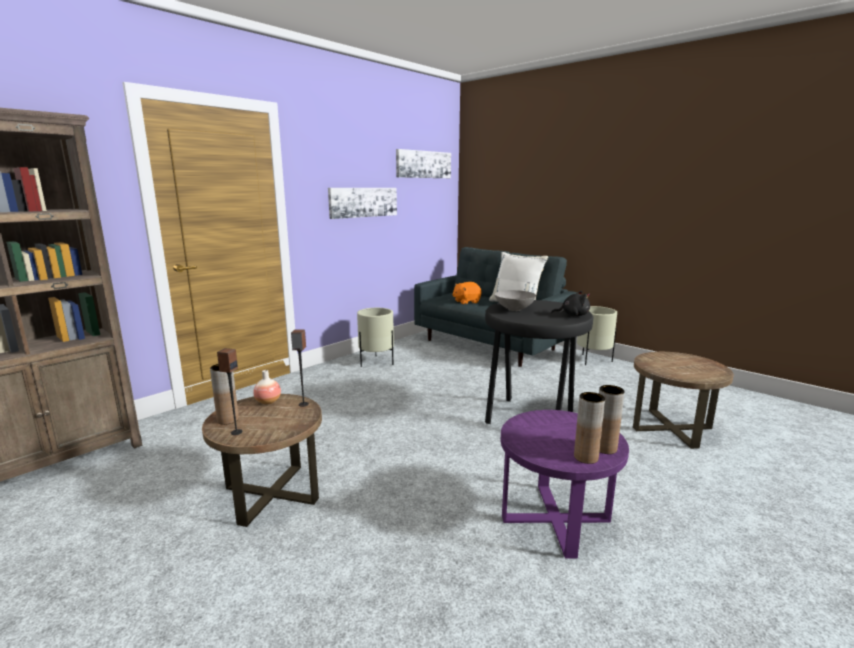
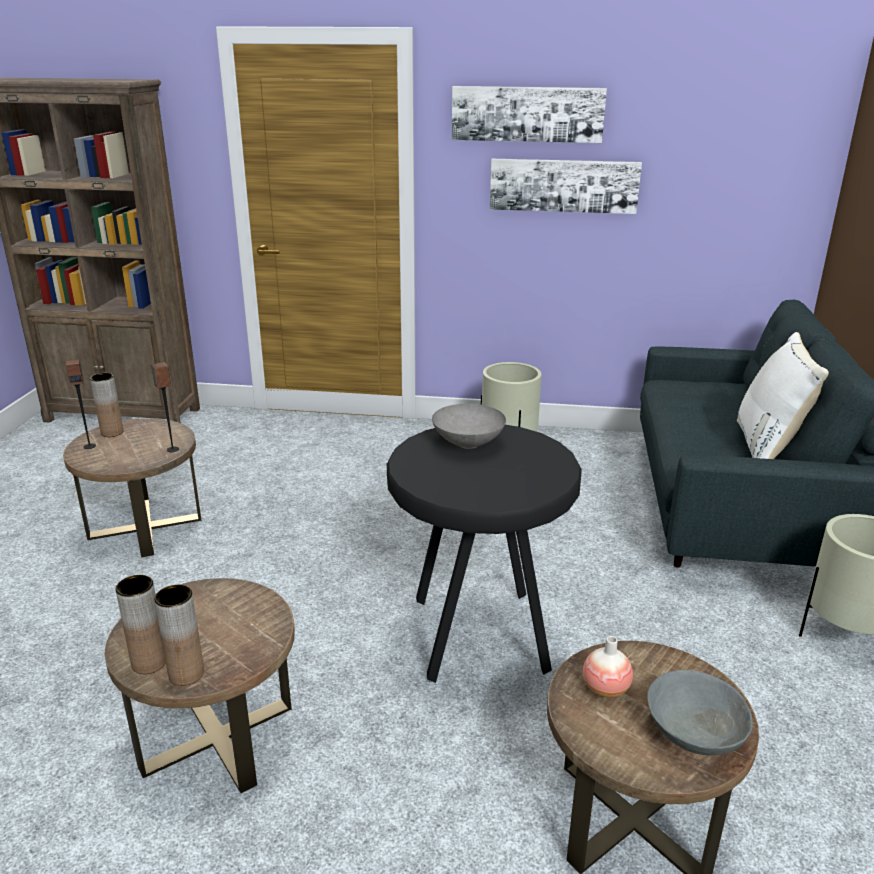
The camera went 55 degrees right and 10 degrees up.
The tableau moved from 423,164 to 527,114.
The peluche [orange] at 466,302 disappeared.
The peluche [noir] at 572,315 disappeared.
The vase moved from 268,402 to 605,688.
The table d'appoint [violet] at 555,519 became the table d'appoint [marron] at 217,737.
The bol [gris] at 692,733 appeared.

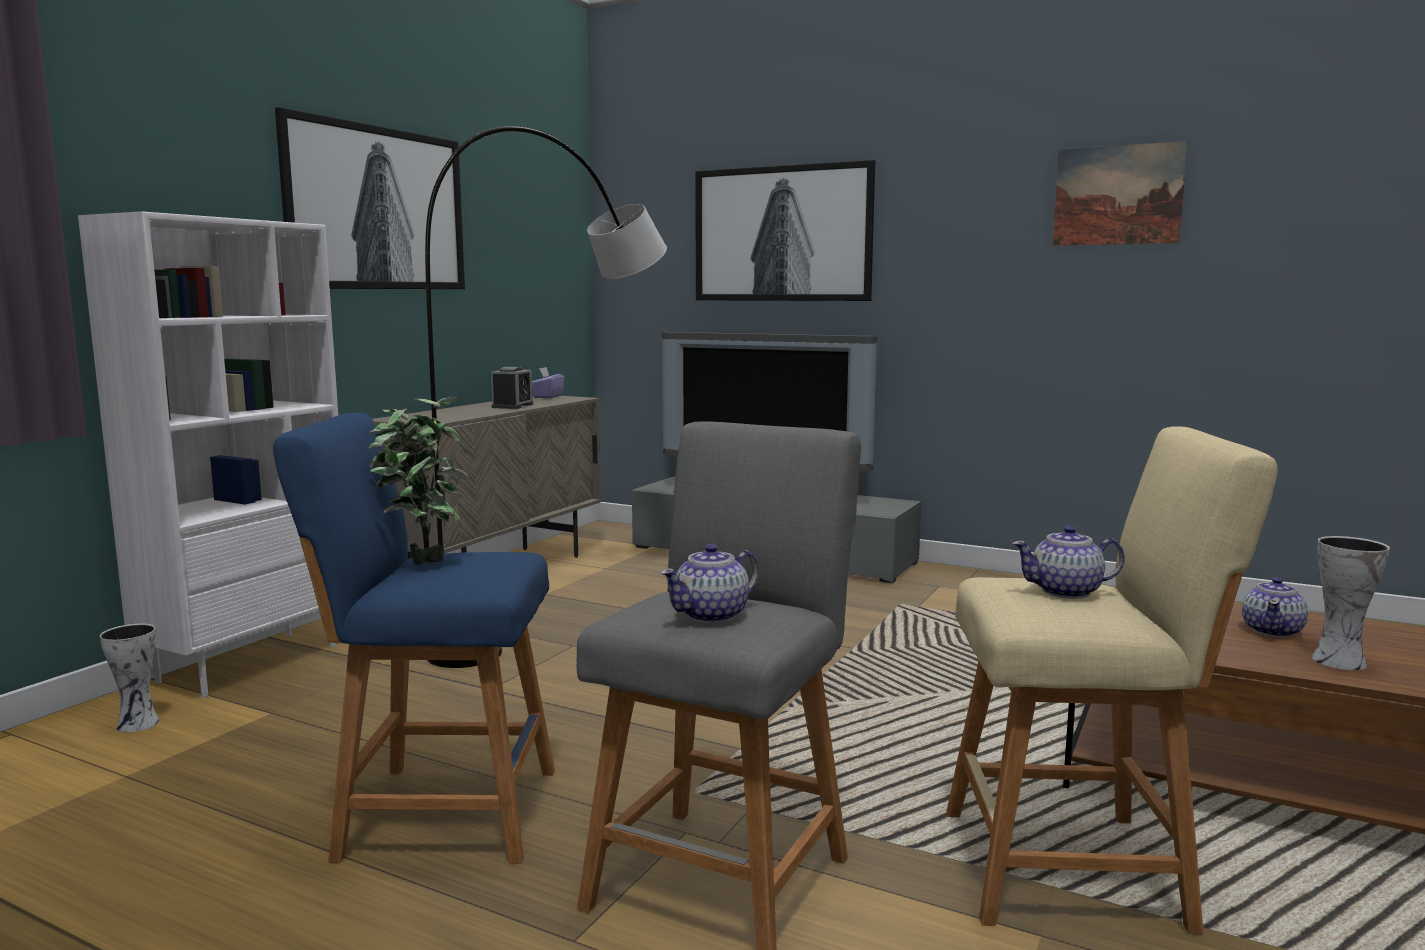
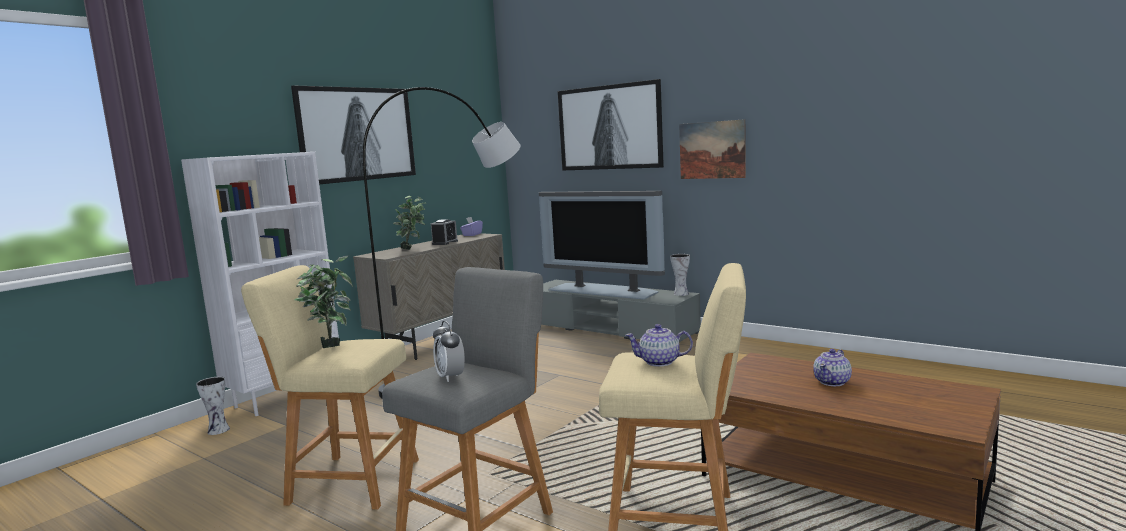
The camera went 10 degrees right and 0 degrees up.
The tableau moved from 1118,195 to 712,150.
The tabouret [bleu] at 438,812 became the tabouret [beige] at 348,481.
The vase moved from 1336,660 to 680,293.
The théière at 712,615 was replaced by the réveil at 450,377.
The plante en pot at 413,249 appeared.

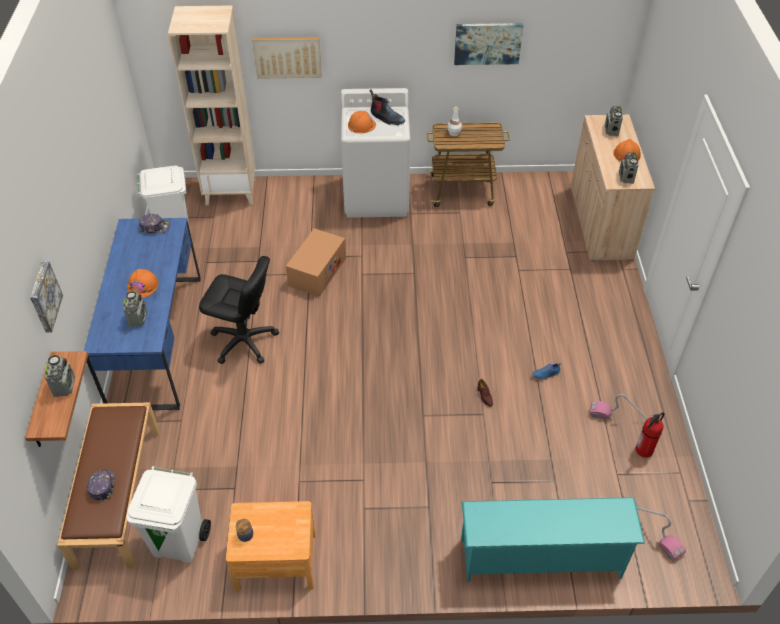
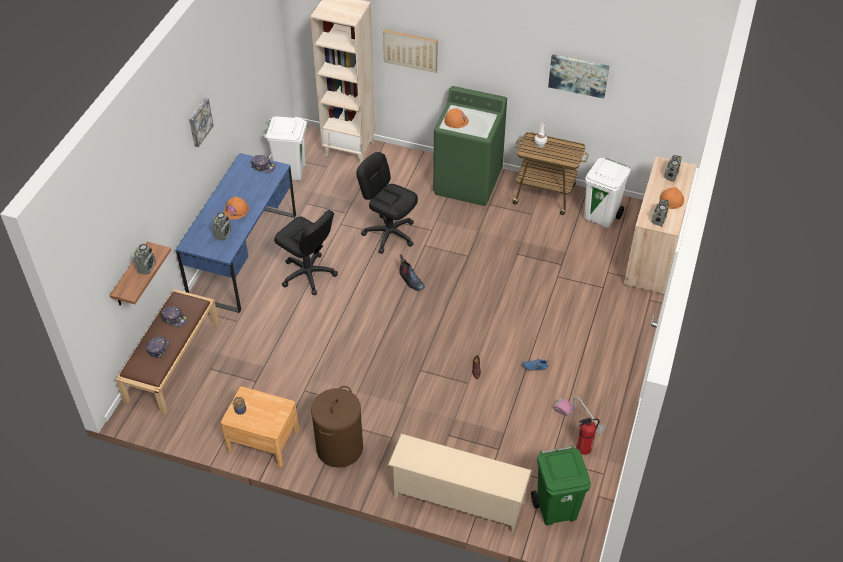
The camera went 20 degrees right and 0 degrees up.
The lave-linge [blanc] at 376,196 became the lave-linge [vert] at 468,182.
The botte moved from 386,118 to 410,280.
The carton at 317,271 was replaced by the chaise de bureau [noir] at 389,234.
The tableau moved from 44,296 to 199,122.
The poubelle [blanc] moved from 179,542 to 601,217.
The étagère à chaussures [turquoise] at 540,560 became the étagère à chaussures [beige] at 457,501.
The aspirateur at 654,531 was replaced by the poubelle [vert] at 557,509.
The casquette at 174,319 appeared.
The panier à linge [marron] at 339,447 appeared.

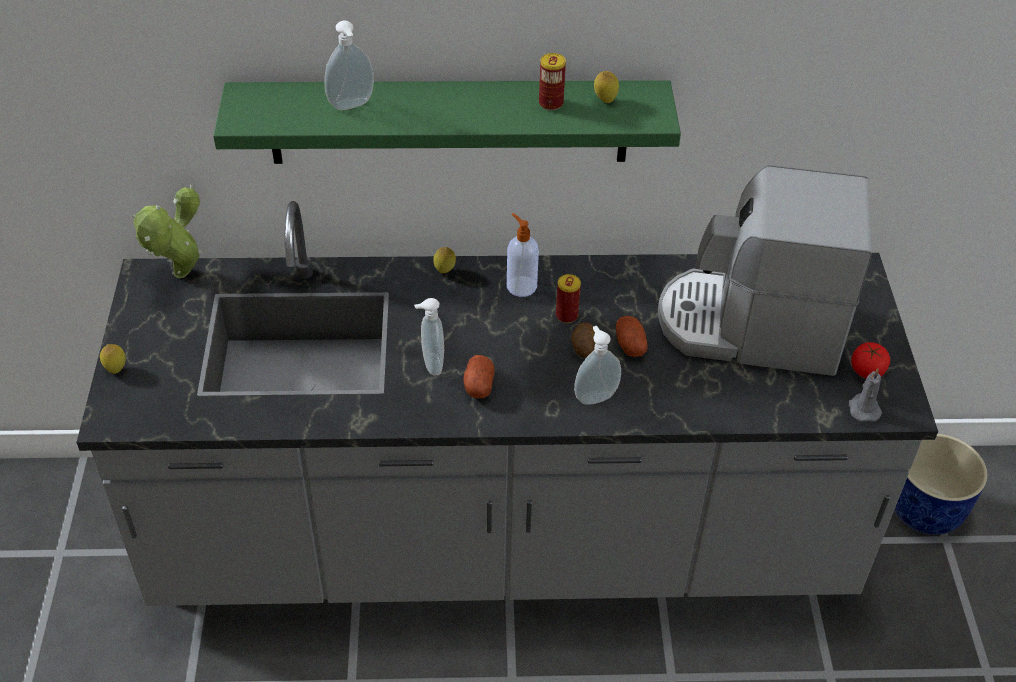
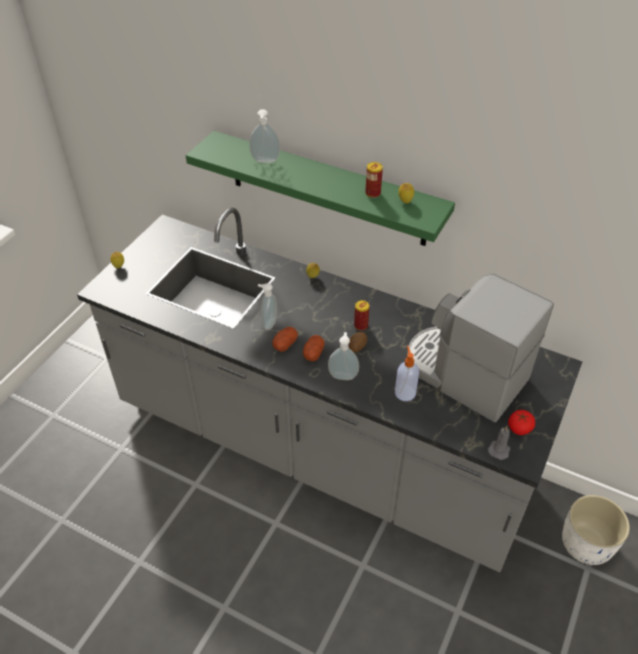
The camera went 30 degrees right and 0 degrees up.
The plante en pot at 179,277 disappeared.
The distributeur de savon moved from 520,285 to 405,392.
The pomme de terre moved from 630,344 to 313,353.
The cache-pot [bleu] at 925,508 became the cache-pot [blanc] at 586,543.

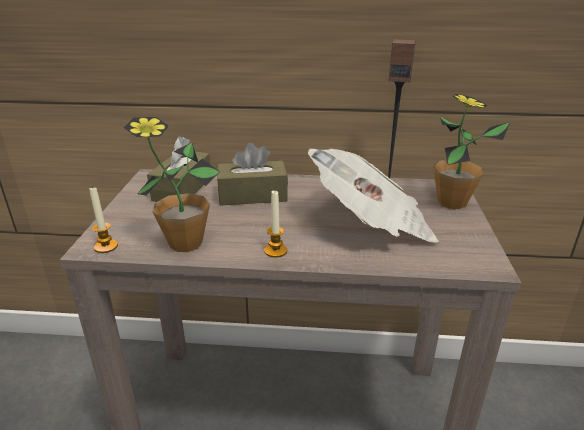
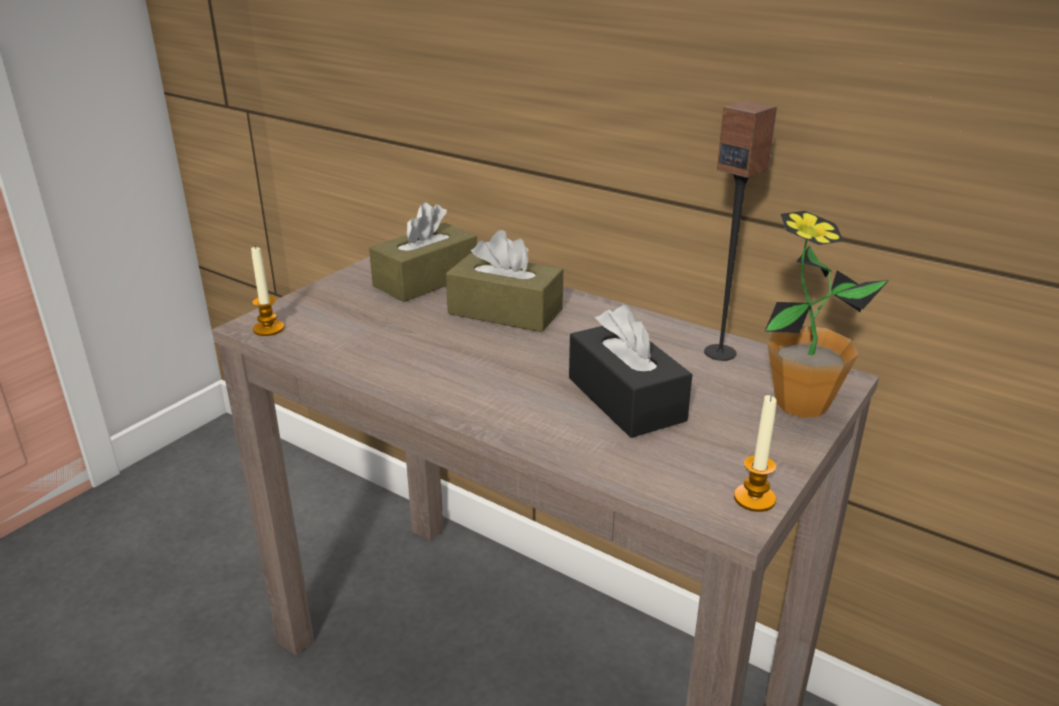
The camera went 30 degrees right and 0 degrees up.
The plante en pot at 185,243 disappeared.
The journal at 372,224 was replaced by the boîte à mouchoirs [noir] at 625,399.
The bougie moved from 275,251 to 754,498.

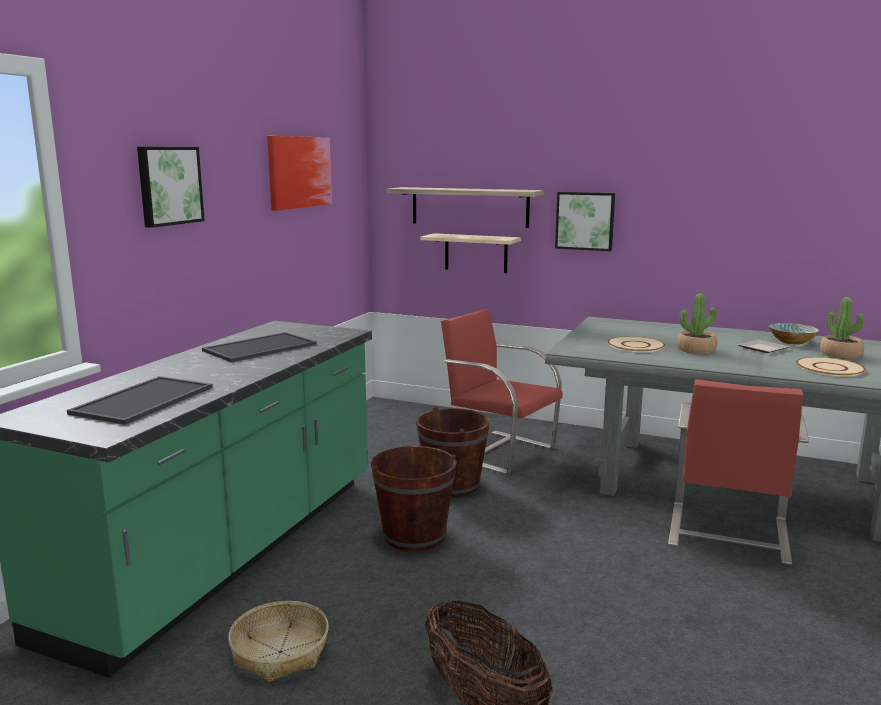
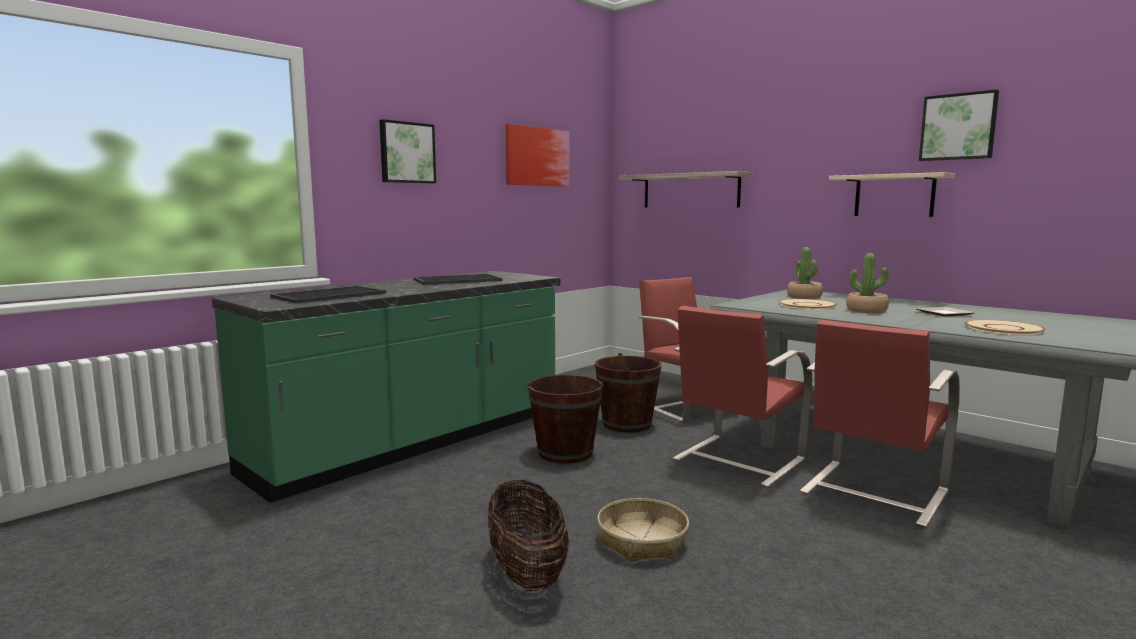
The camera went 20 degrees right and 5 degrees down.
The tableau moved from 585,221 to 958,127.
The étagère [beige] moved from 476,253 to 894,195.
The plante en pot moved from 840,355 to 804,297.
The bol at 792,342 disappeared.
The panier moved from 280,652 to 642,541.
The chaise [rouge] at 736,460 appeared.

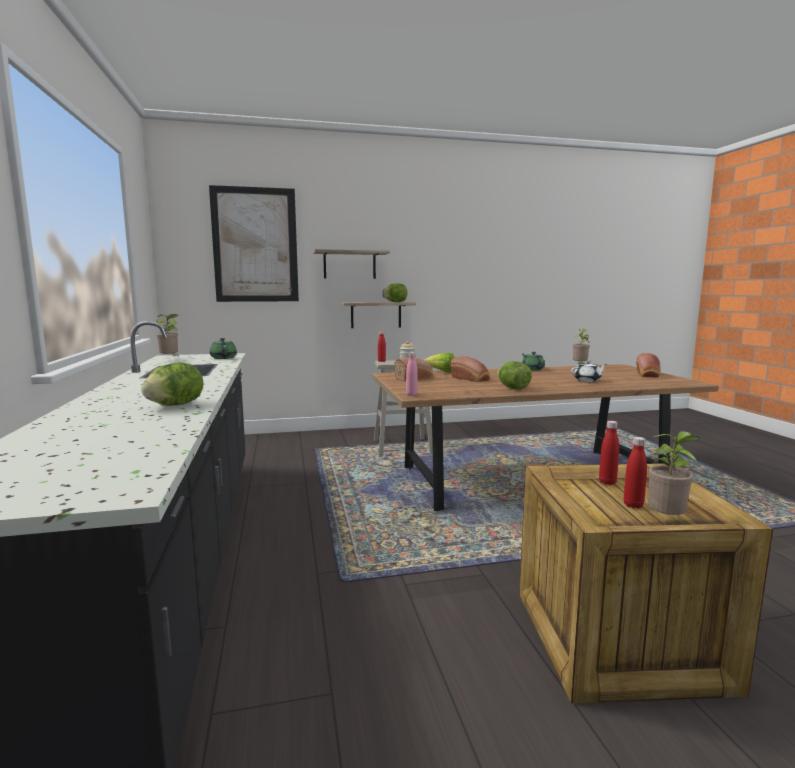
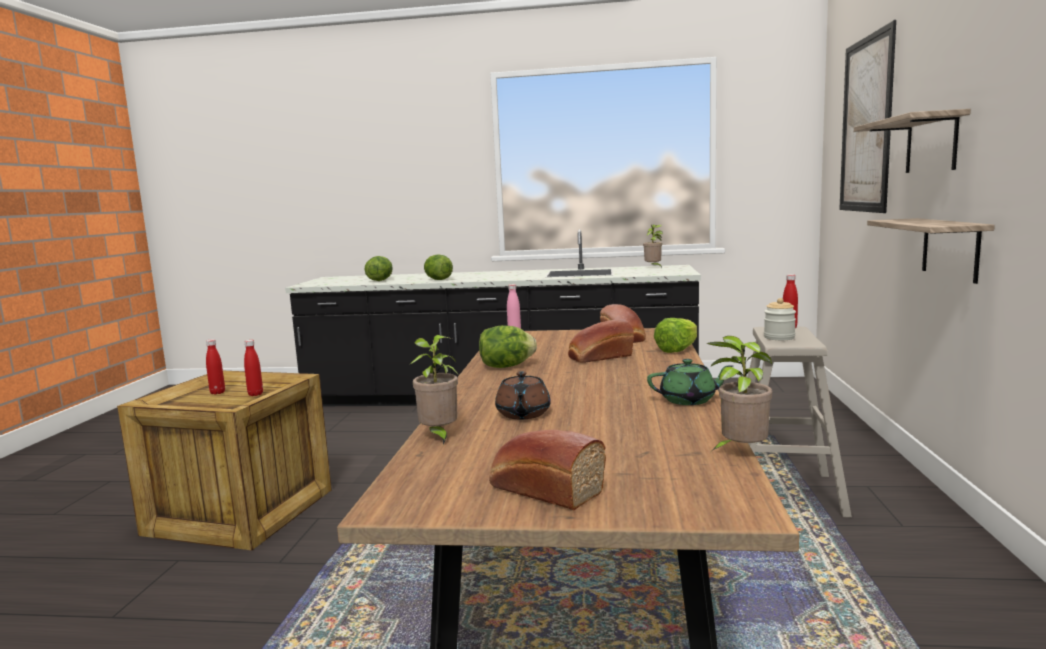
The camera went 110 degrees right and 0 degrees up.
The laitue moved from 395,302 to 380,280.
The théière [vert] at 223,358 disappeared.
The théière [blanc] at 588,380 became the théière [marron] at 523,414.
The plante en pot moved from 667,520 to 439,436.

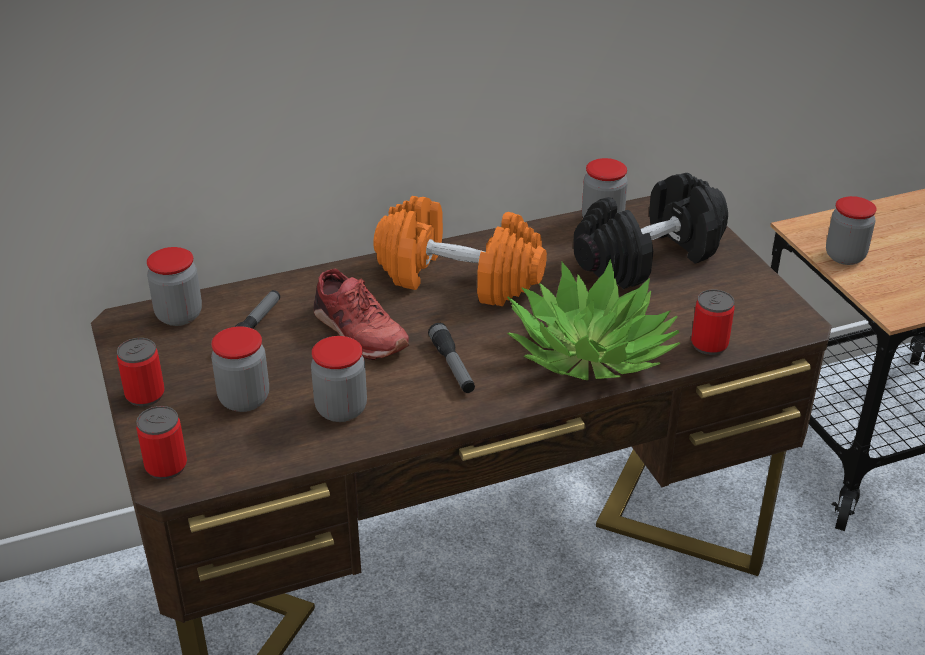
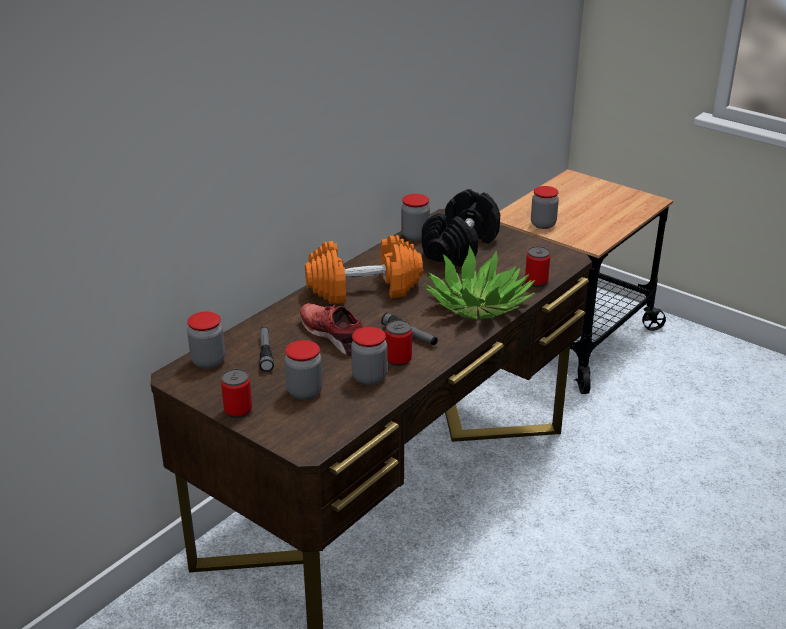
The camera went 30 degrees left and 5 degrees down.
The chaussure [rouge] at 358,332 turned 150 degrees counterclockwise.
The boîte métallique moved from 166,466 to 398,359.

